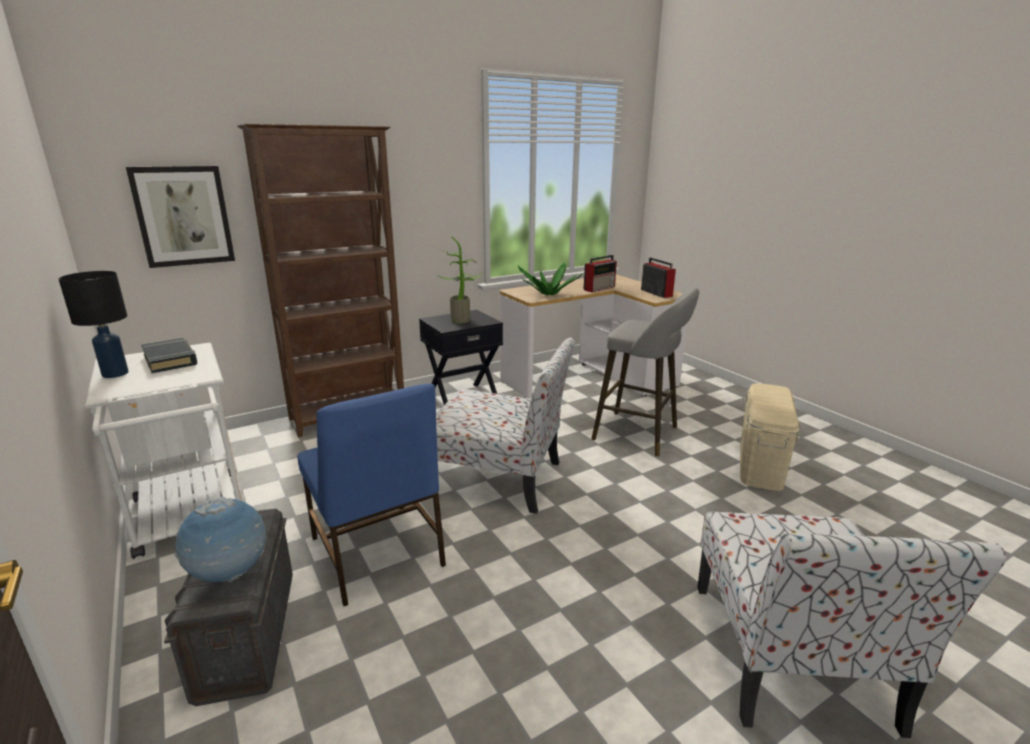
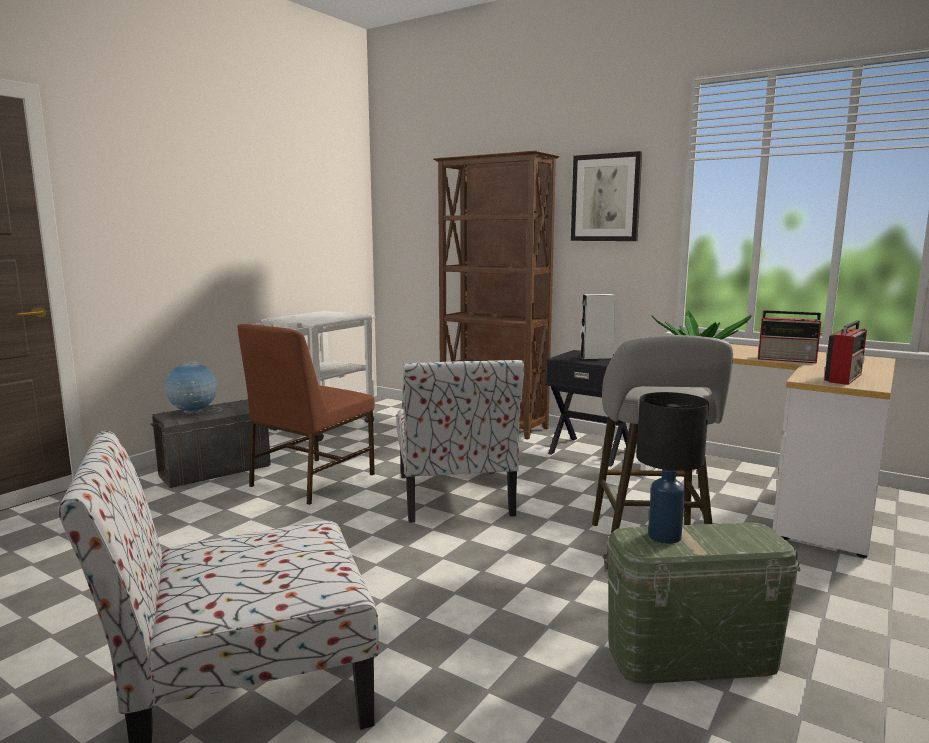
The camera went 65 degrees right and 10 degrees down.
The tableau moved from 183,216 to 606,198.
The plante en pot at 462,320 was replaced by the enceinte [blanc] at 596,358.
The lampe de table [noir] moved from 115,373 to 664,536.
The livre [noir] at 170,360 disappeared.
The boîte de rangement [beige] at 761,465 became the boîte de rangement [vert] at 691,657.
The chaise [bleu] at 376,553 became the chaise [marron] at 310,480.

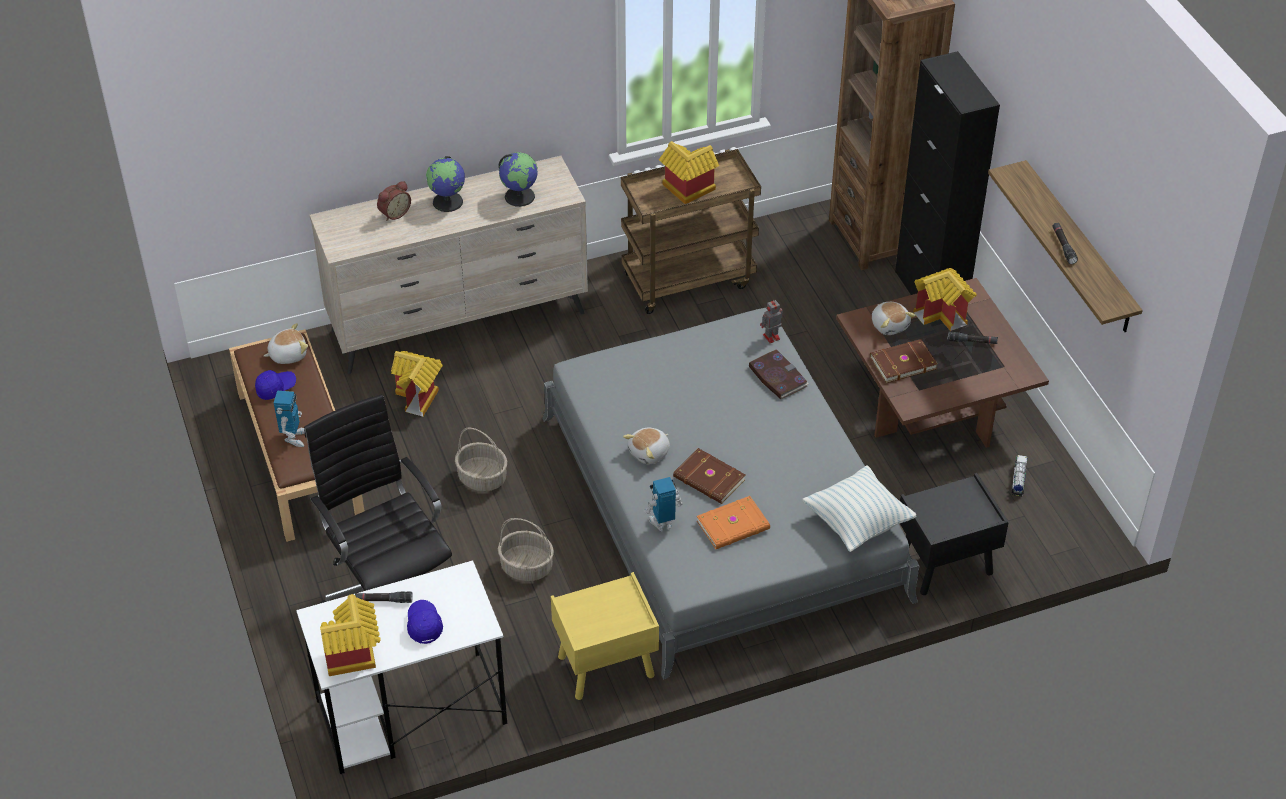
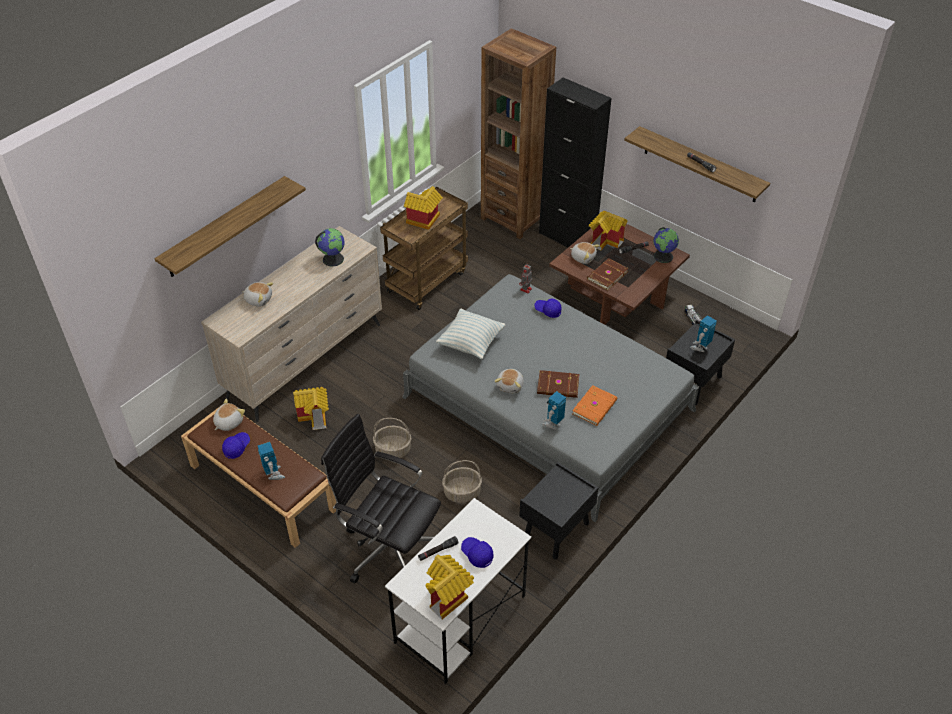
The camera went 30 degrees left and 0 degrees up.
The globe moved from 448,202 to 663,256.
The réveil at 394,213 was replaced by the peluche at 258,299.
The livre at 777,377 was replaced by the casquette [bleu] at 548,310.
The coussin moved from 857,523 to 471,343.
The table de chevet [jaune] at 605,667 became the table de chevet [noir] at 556,531.
The étagère at 224,227 appeared.
The robot jouet at 700,347 appeared.

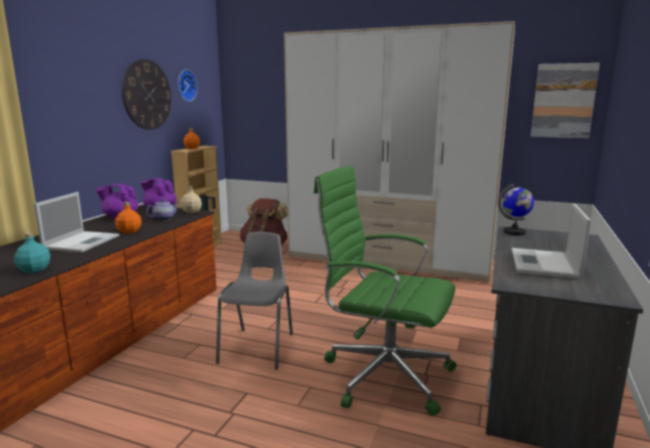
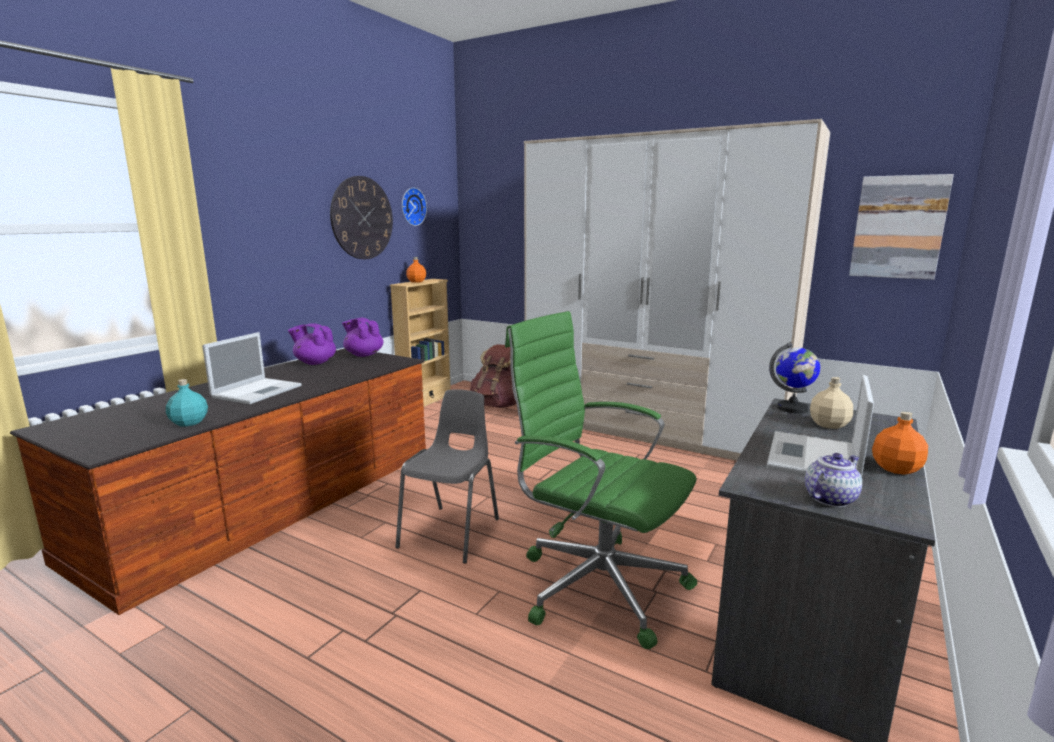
The camera went 10 degrees right and 0 degrees up.
The bouteille [beige] moved from 191,211 to 829,425.
The théière moved from 164,218 to 830,498.
The bouteille [orange] moved from 129,231 to 895,468.

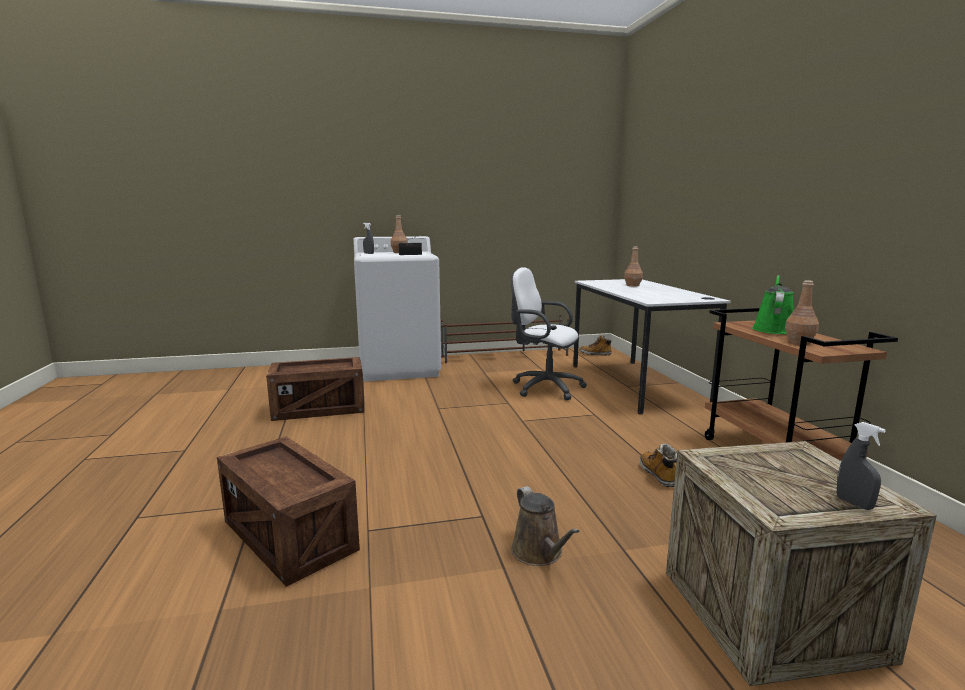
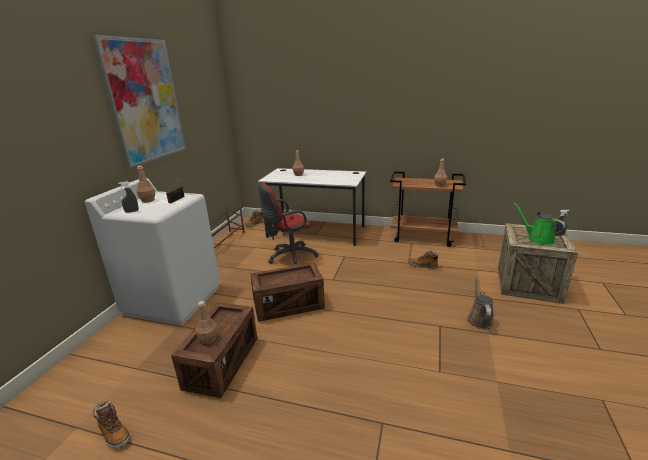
The camera went 60 degrees left and 10 degrees up.
The chaise de bureau [blanc] at 543,387 became the chaise de bureau [rouge] at 289,257.
The arrosoir [vert] moved from 773,329 to 538,239.
The caisse moved from 290,536 to 289,305.
The arrosoir [marron] at 539,553 turned 90 degrees counterclockwise.
The tableau at 145,101 appeared.
The bouteille [marron] at 209,339 appeared.
The botte at 114,433 appeared.

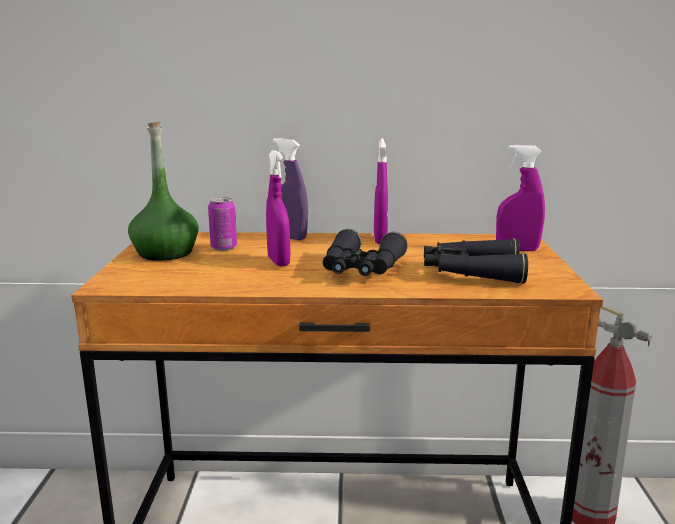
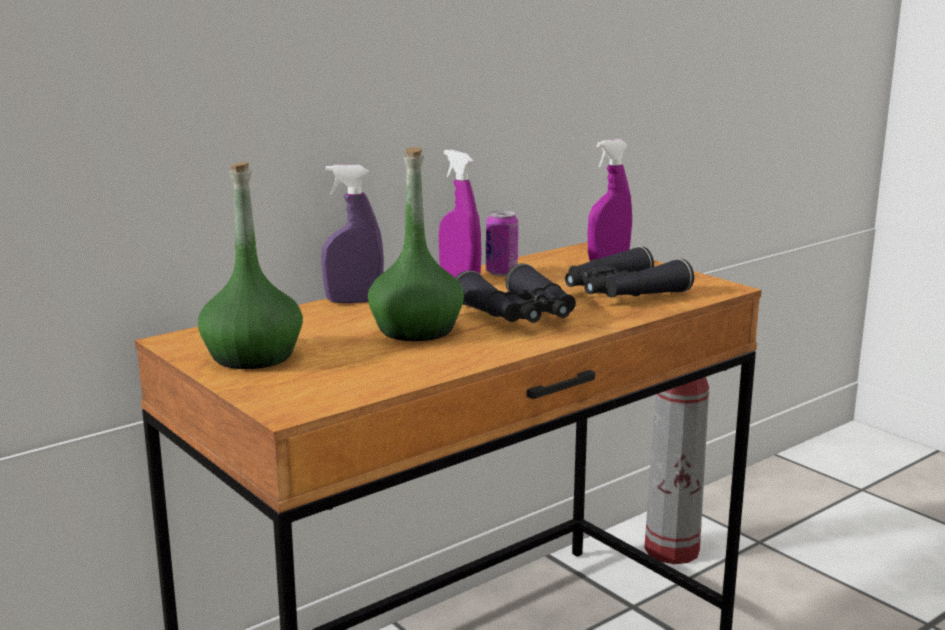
The camera went 40 degrees left and 0 degrees up.
The vaporisateur [violet] at 278,262 was replaced by the bouteille [vert] at 416,330.
The boîte métallique moved from 224,248 to 501,272.

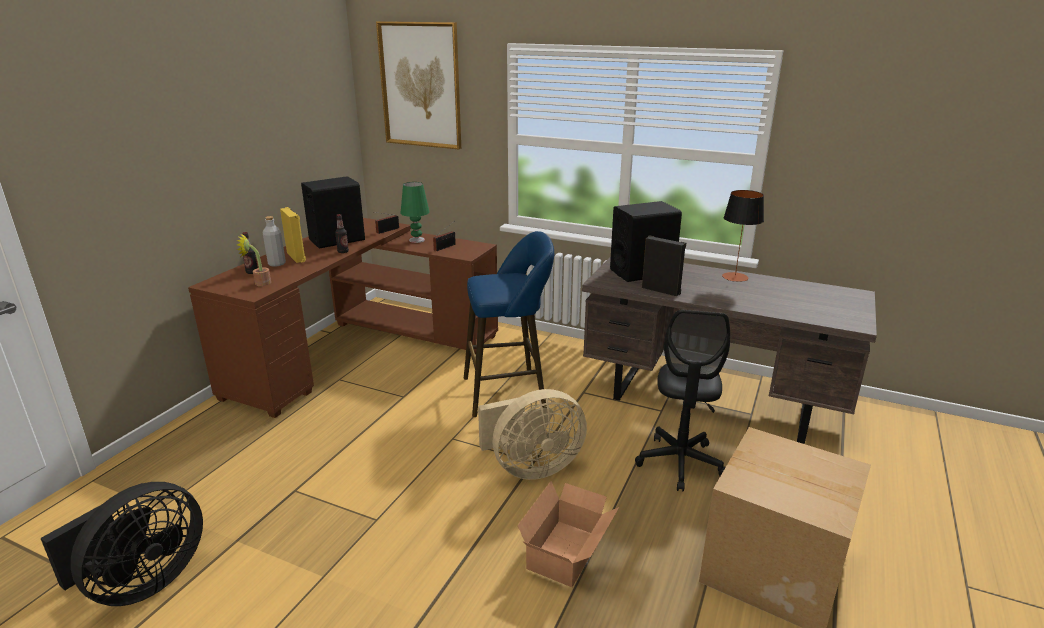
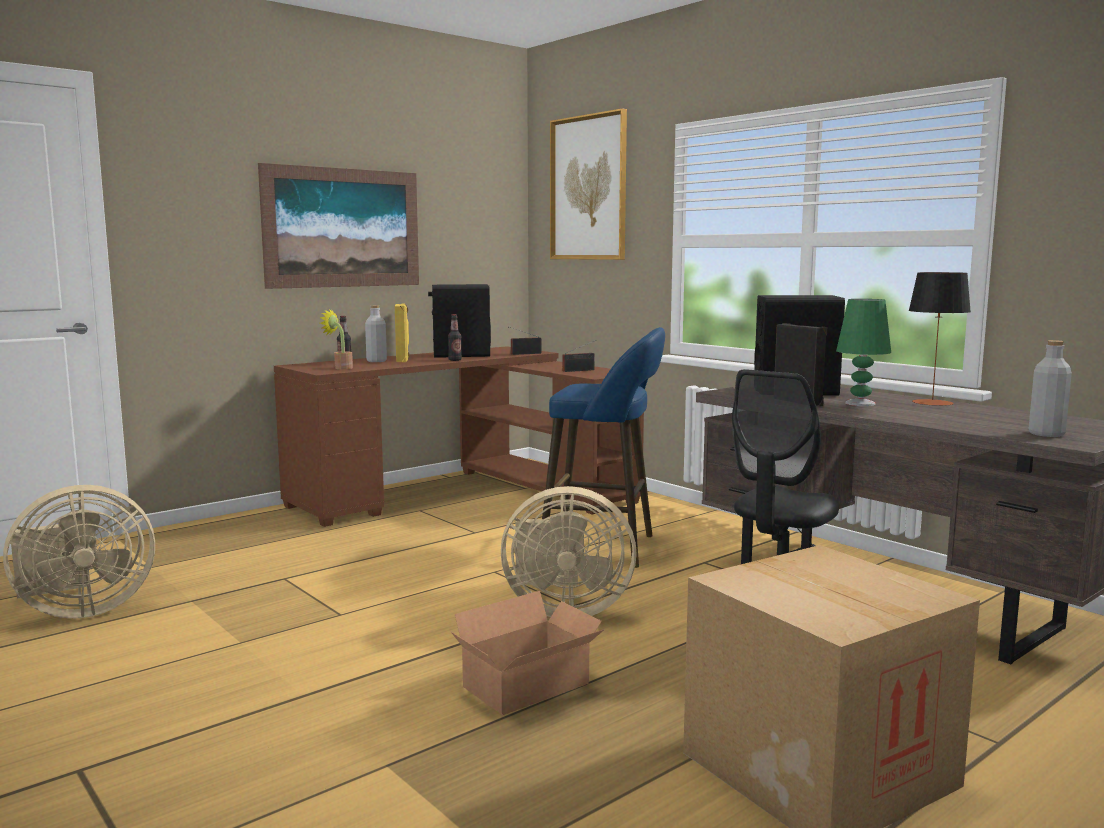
The camera went 25 degrees right and 15 degrees down.
The lampe de table [vert] moved from 416,240 to 860,403.
The ventilateur [noir] at 142,583 became the ventilateur [beige] at 81,610.
The tableau at 343,228 appeared.
The bouteille [gris] at 1046,434 appeared.

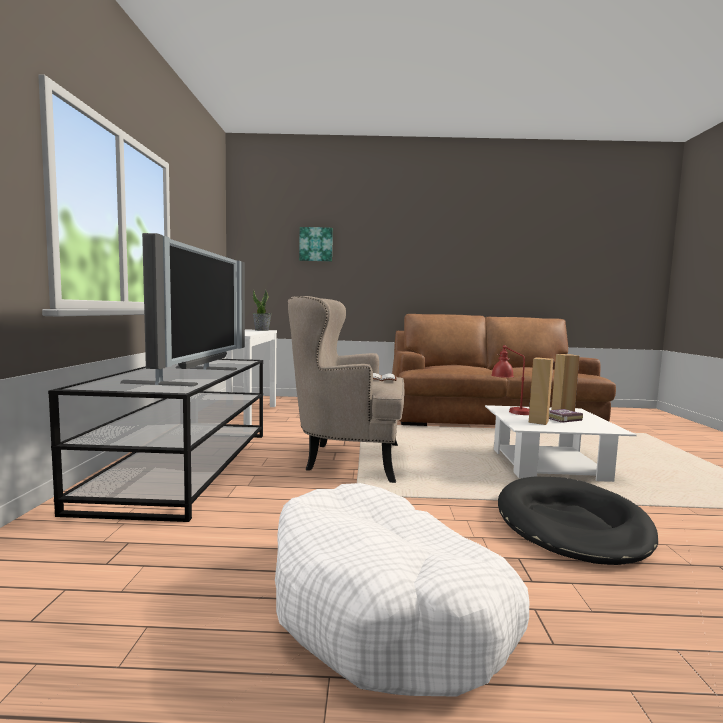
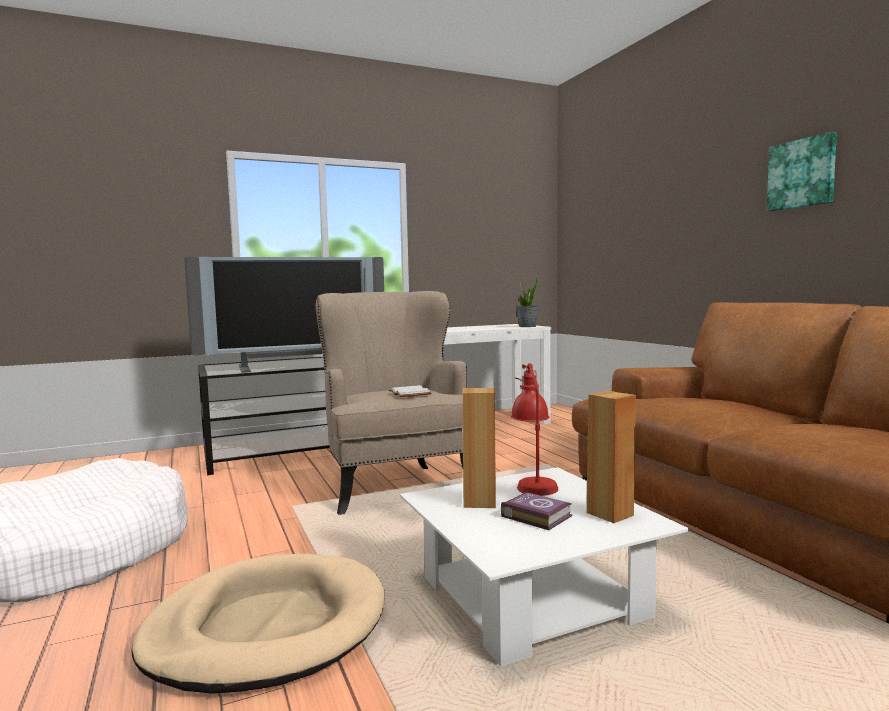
The camera went 65 degrees right and 0 degrees up.
The tableau moved from 316,244 to 802,174.
The panier pour chien [noir] at 571,524 became the panier pour chien [beige] at 267,627.

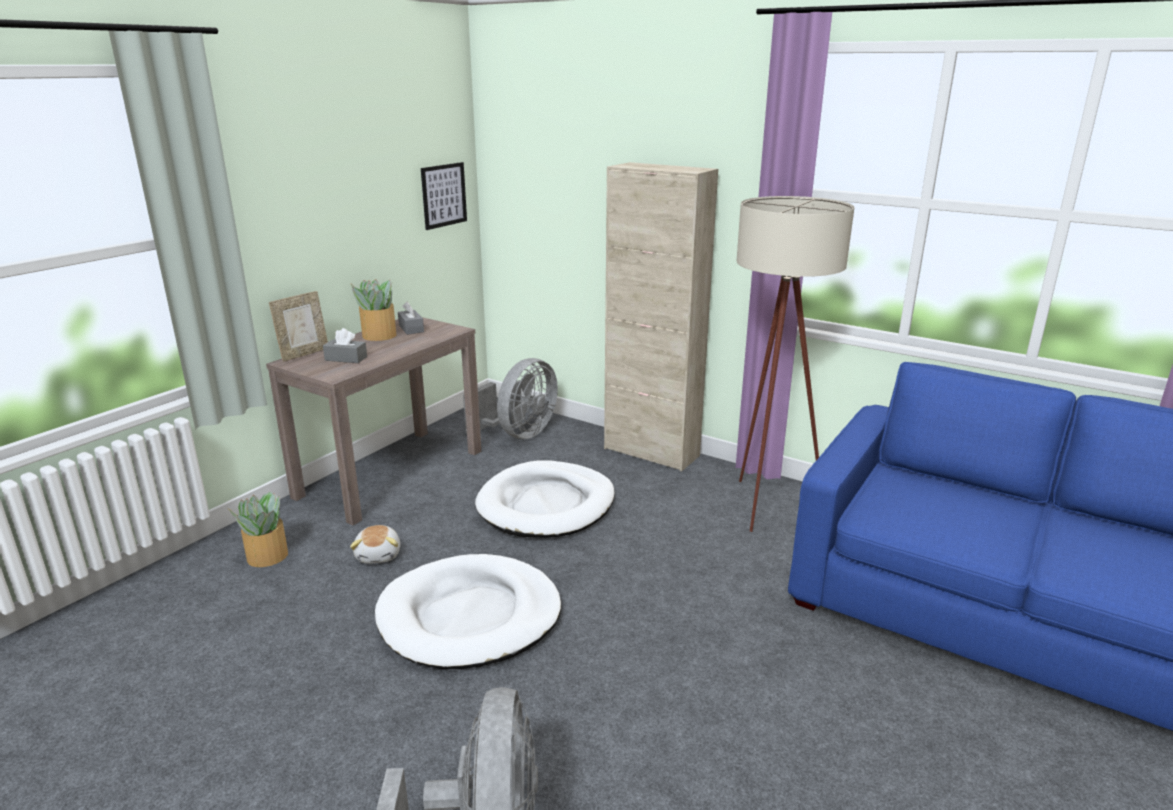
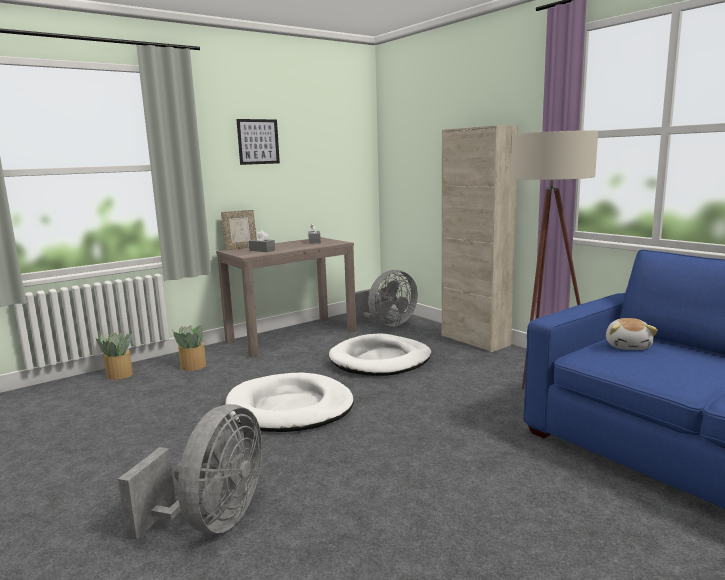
The camera went 20 degrees right and 10 degrees down.
The tableau moved from 443,195 to 258,141.
The plante en pot moved from 378,335 to 119,375.
The peluche moved from 379,555 to 628,346.

